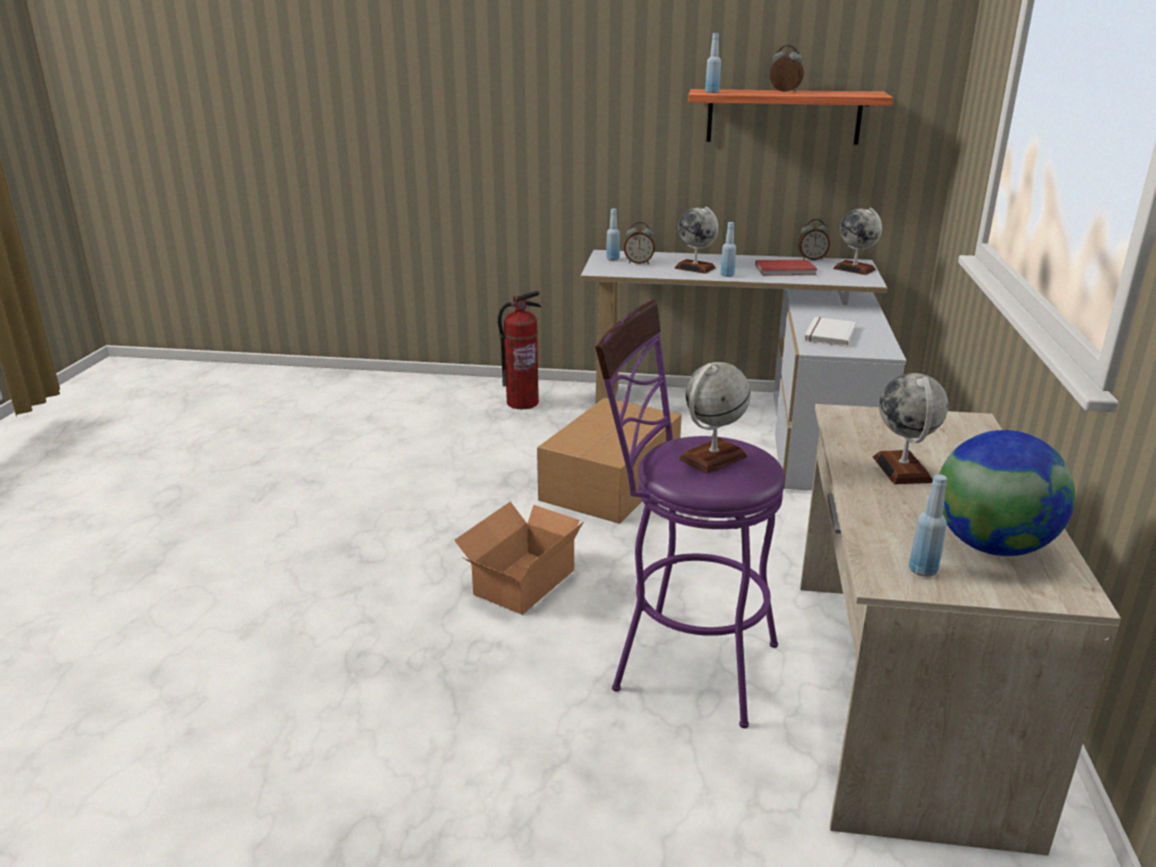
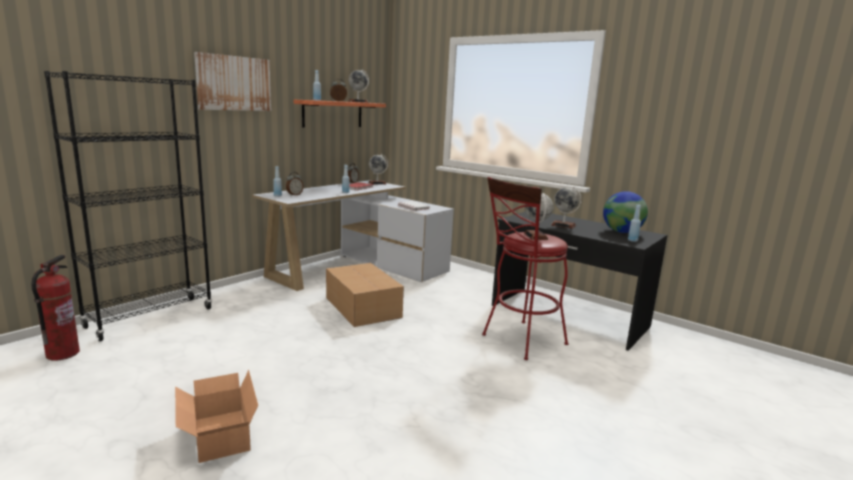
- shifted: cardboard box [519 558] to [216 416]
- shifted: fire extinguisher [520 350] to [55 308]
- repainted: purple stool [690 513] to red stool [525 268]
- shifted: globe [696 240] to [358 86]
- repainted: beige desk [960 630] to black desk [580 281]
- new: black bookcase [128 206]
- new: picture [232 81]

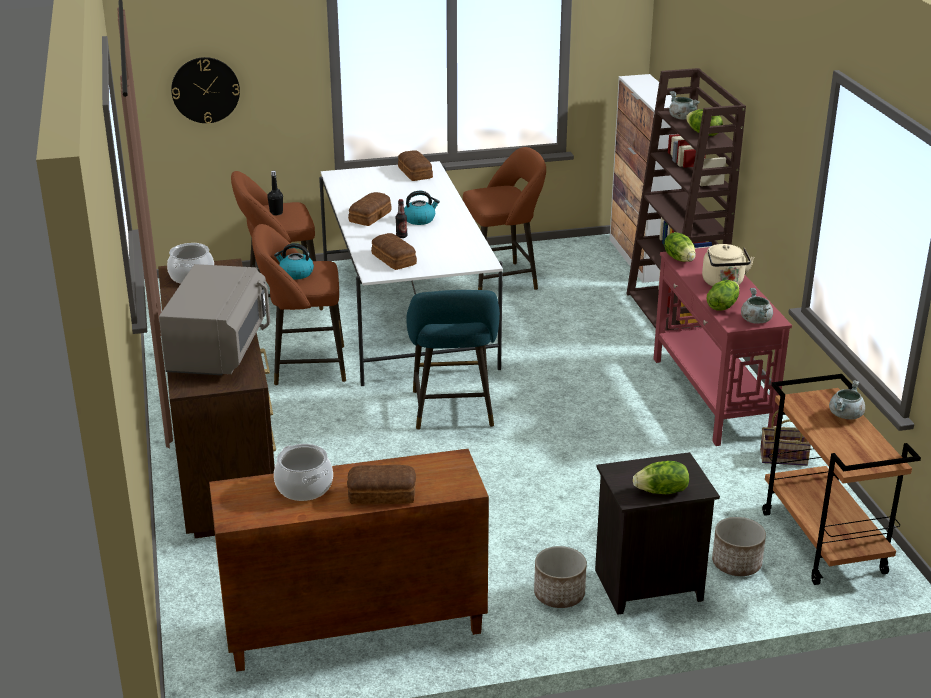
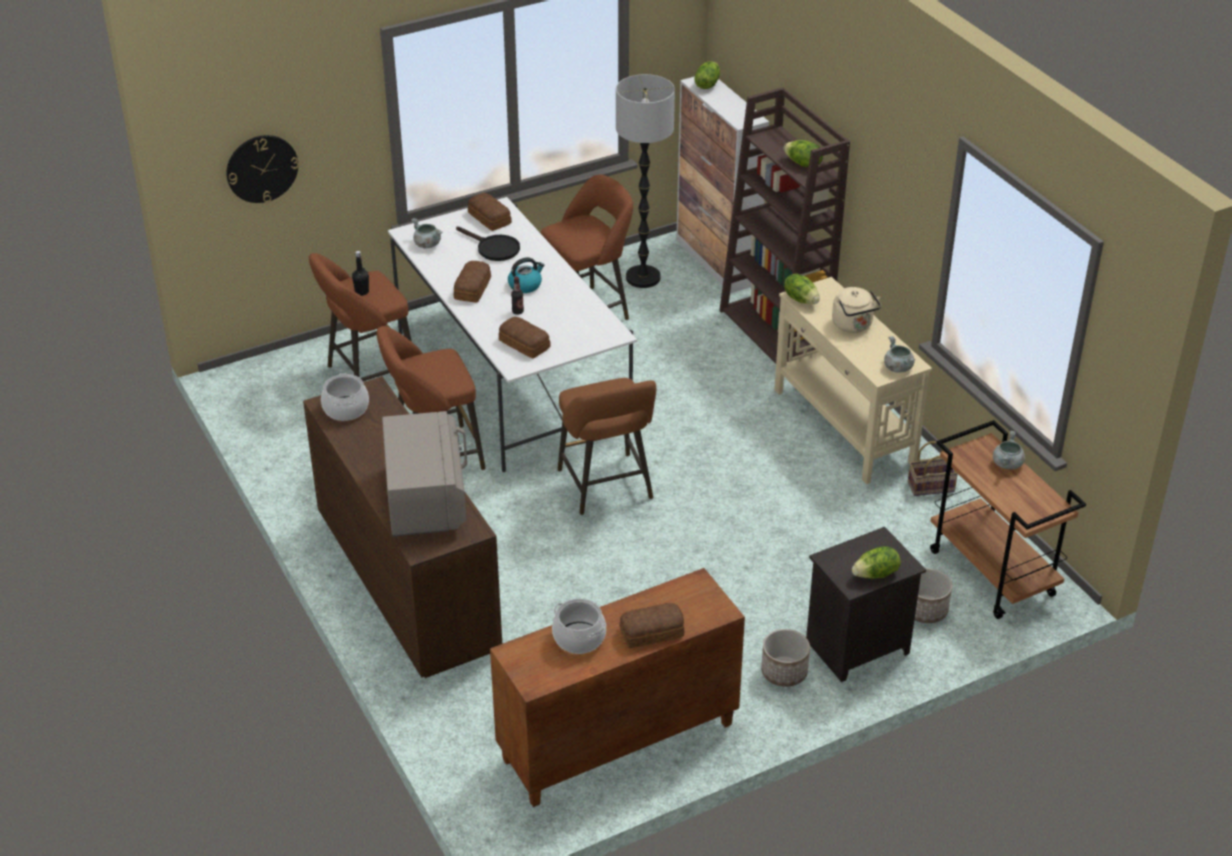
- gone: kettle [294 261]
- repainted: turquoise stool [453 360] to brown stool [607 446]
- repainted: red console table [722 346] to beige console table [853 380]
- shifted: grey cooking pot [684 105] to [427 233]
- shifted: lettuce [722 295] to [707 75]
- new: black frying pan [488 244]
- new: floor lamp [645 181]

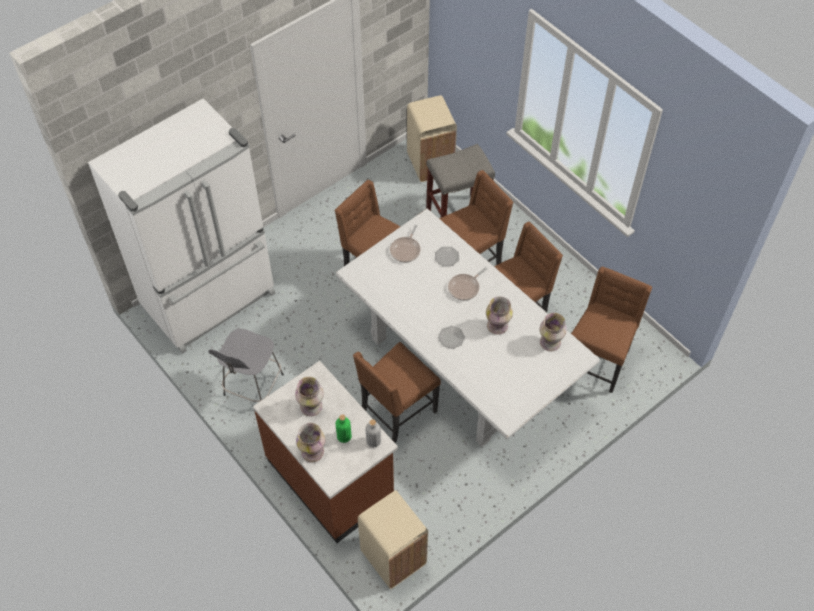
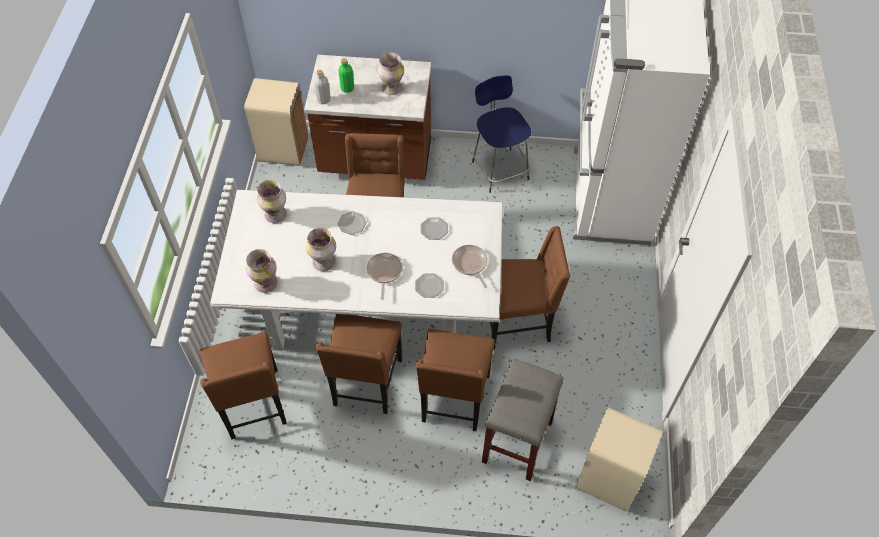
- repainted: grey stool [246 365] to blue stool [502 134]
- shifted: vase [310 442] to [272 201]
- new: plate [434 228]

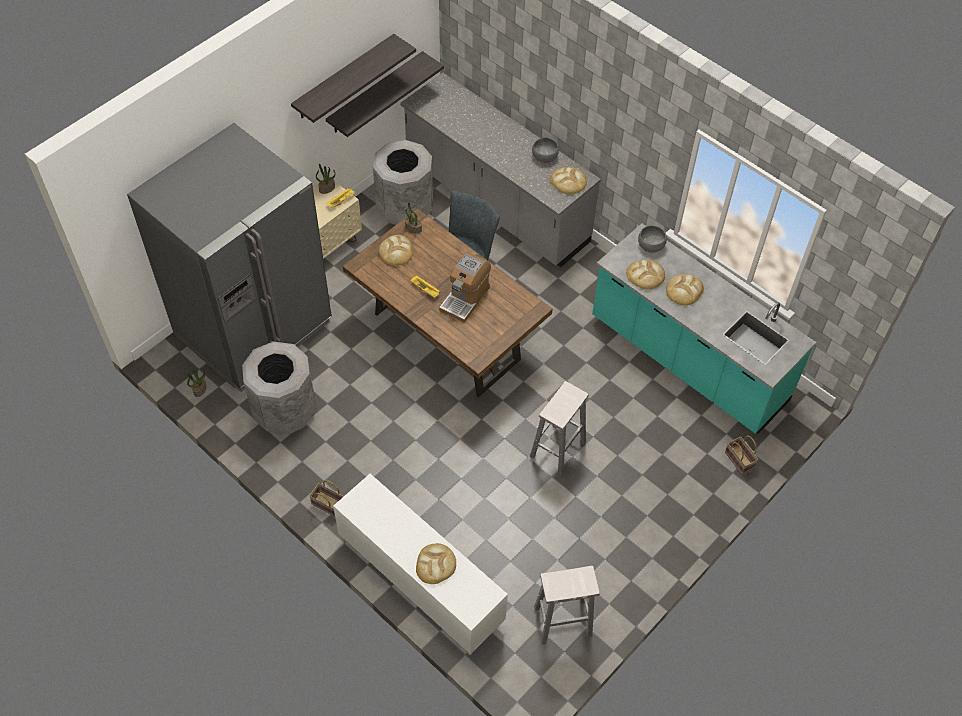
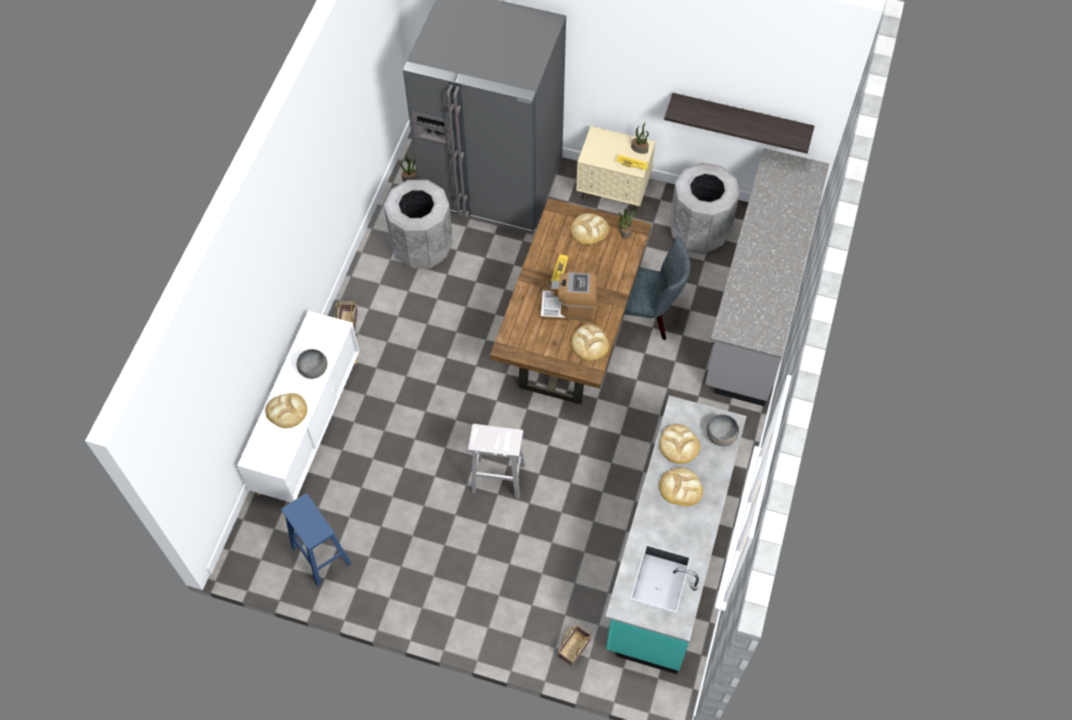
- gone: shelf [353 78]
- shifted: grey bowl [545 150] to [312 364]
- repainted: white stool [567 605] to blue stool [316 539]
- shifted: bread [568 180] to [590 342]

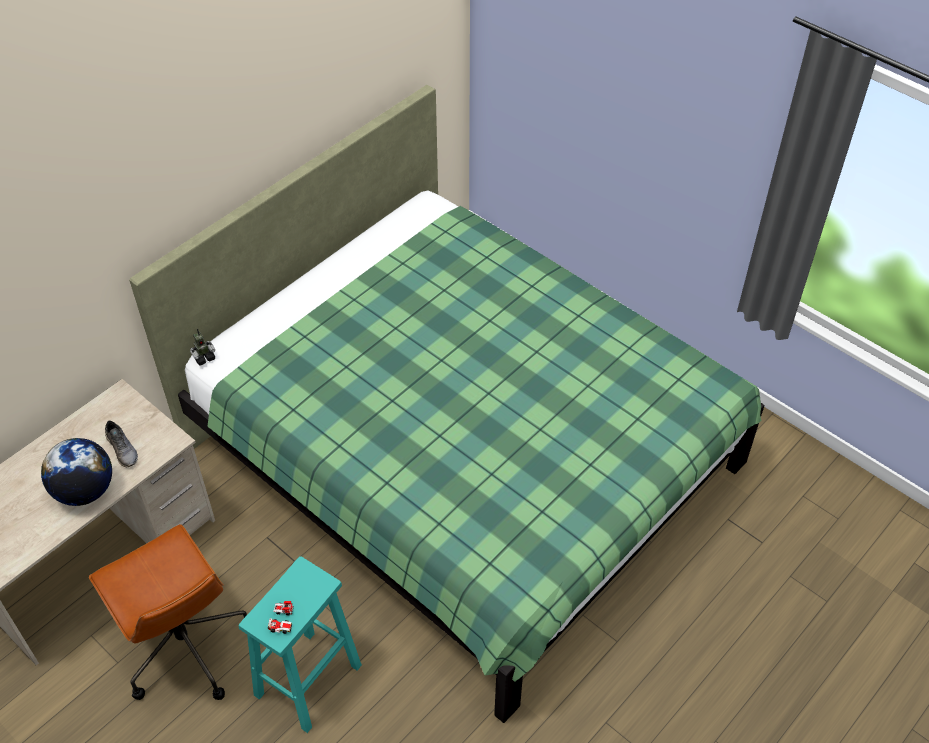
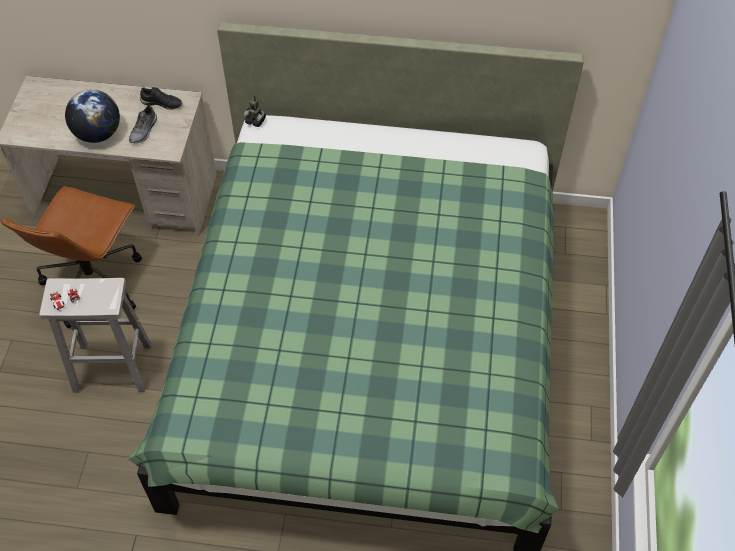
- repainted: turquoise stool [300 644] to white stool [95 335]
- new: black shoe [161 98]

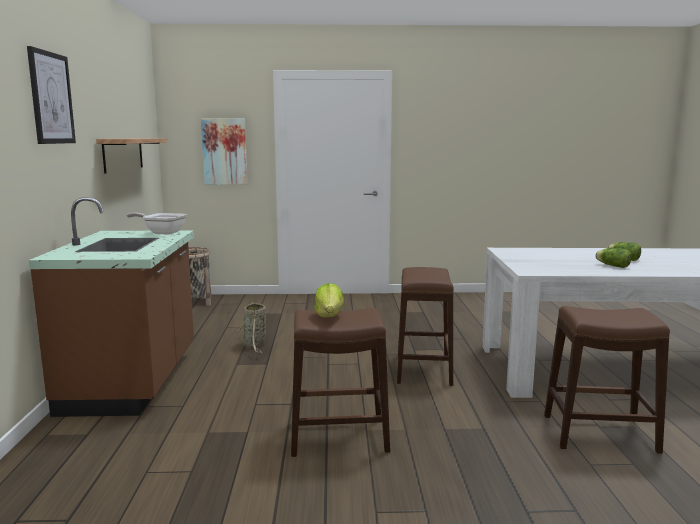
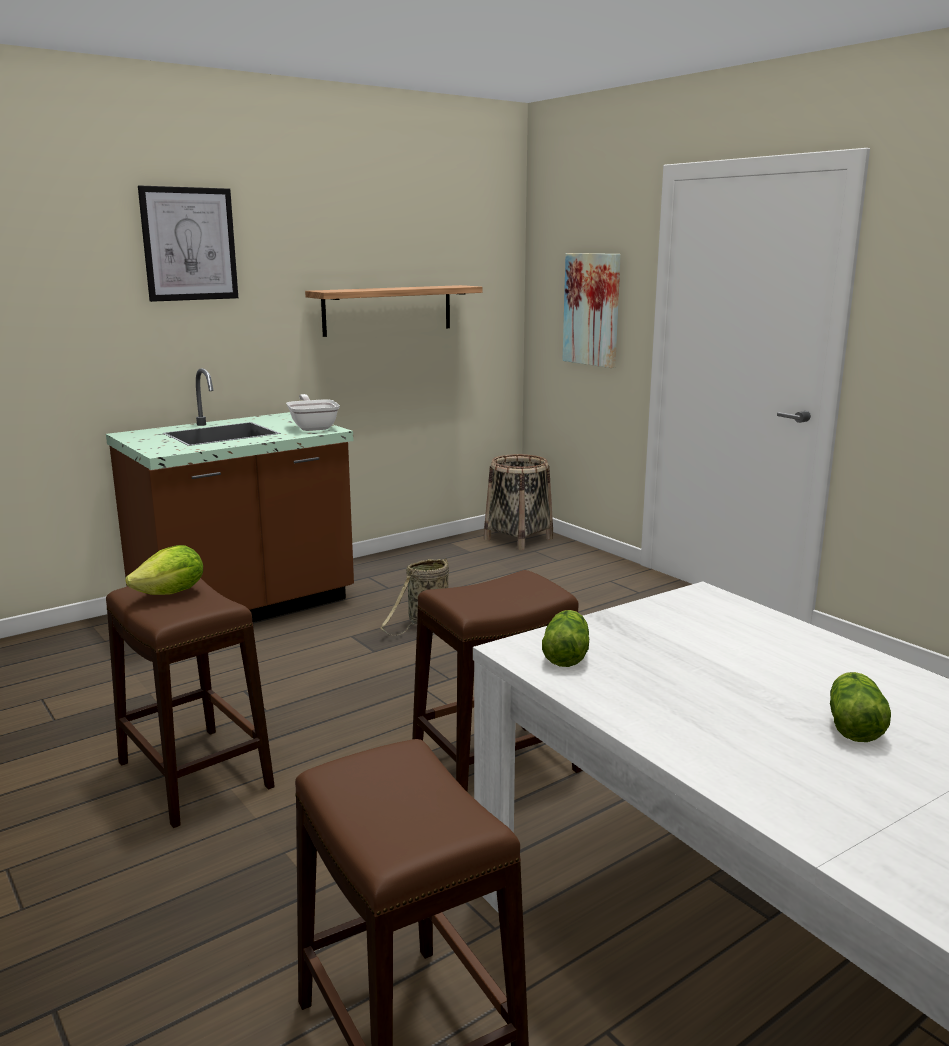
- shifted: lettuce [613 258] to [565 638]

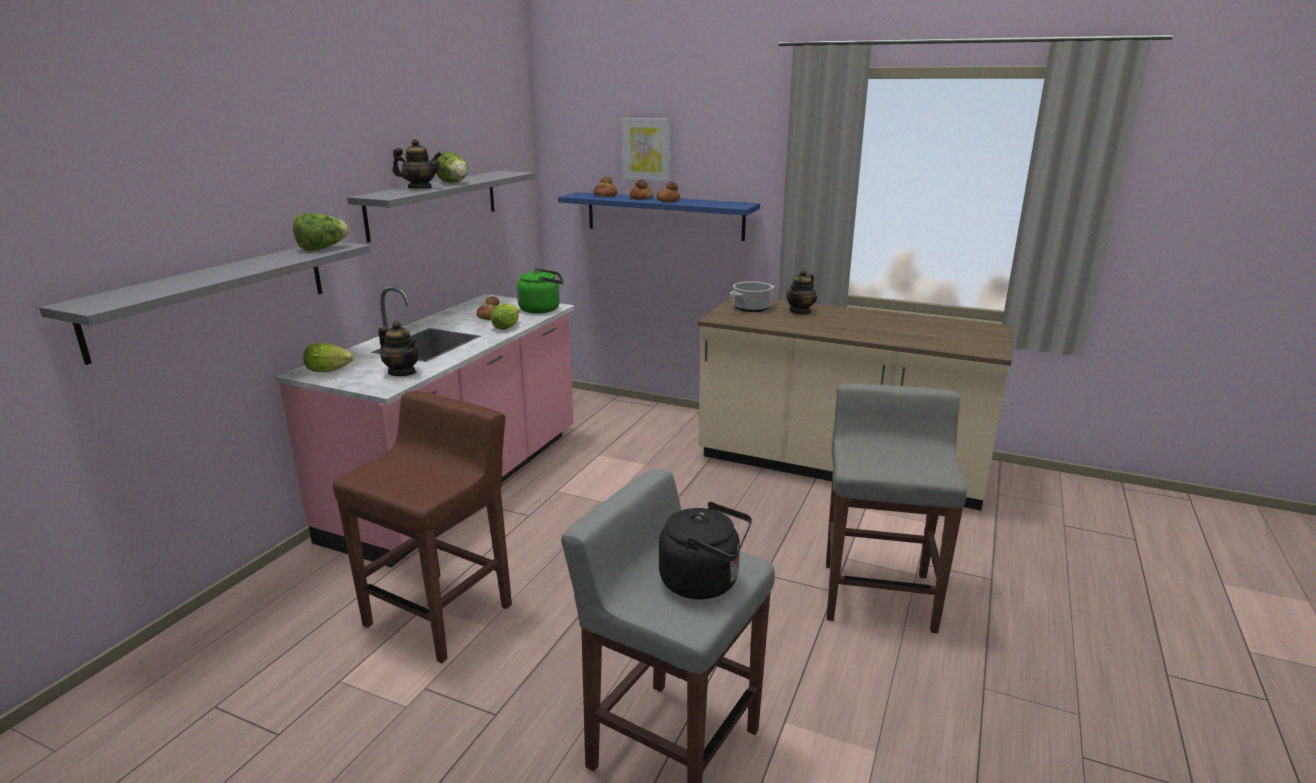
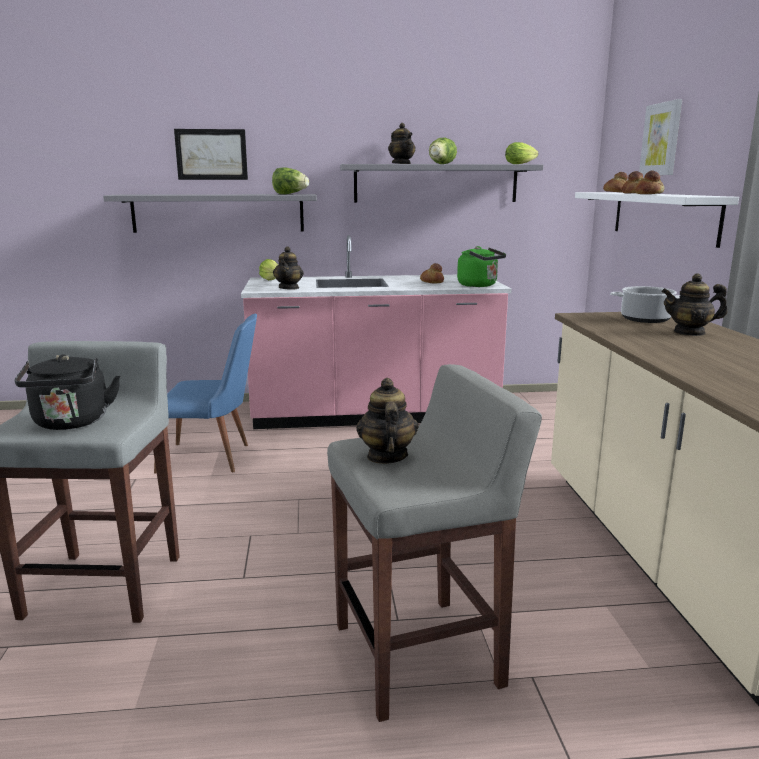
- swapped: brown stool [422 527] to blue chair [205 393]
- shifted: lettuce [504 317] to [521 153]
- repainted: blue shelf [659 216] to white shelf [657 220]
- new: picture [211 154]
- new: teapot [387 421]

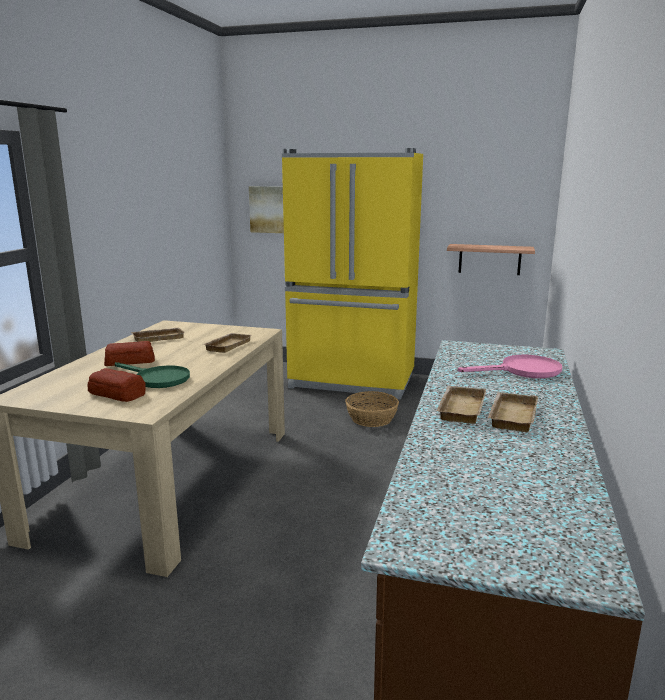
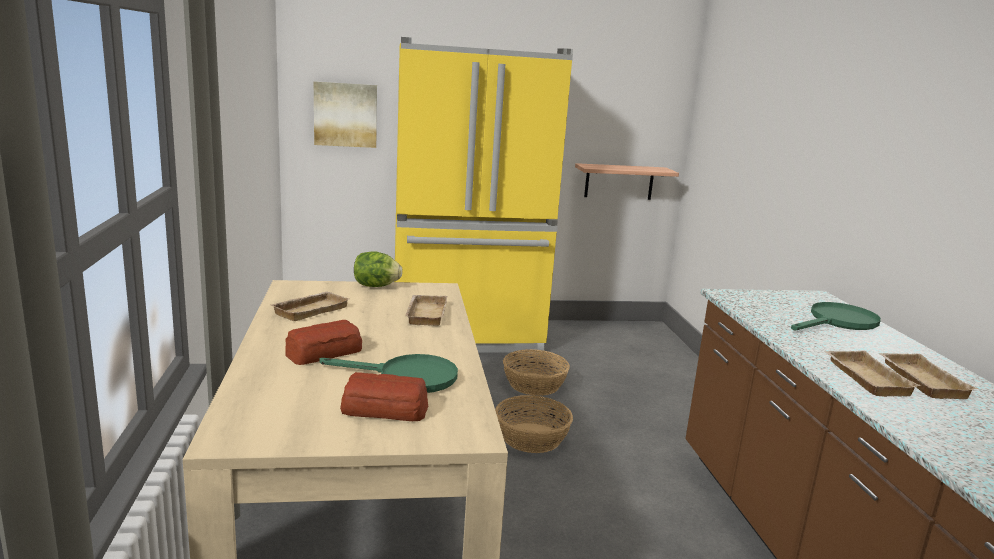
- repainted: pink frying pan [510 366] to green frying pan [836 316]
- new: lettuce [378 269]
- new: basket [534 424]

